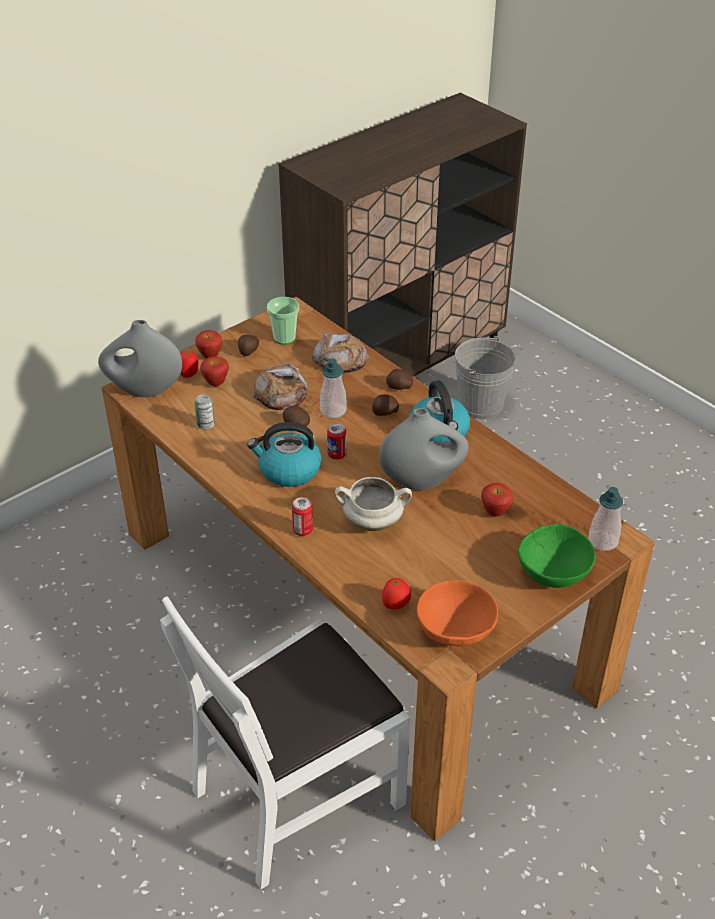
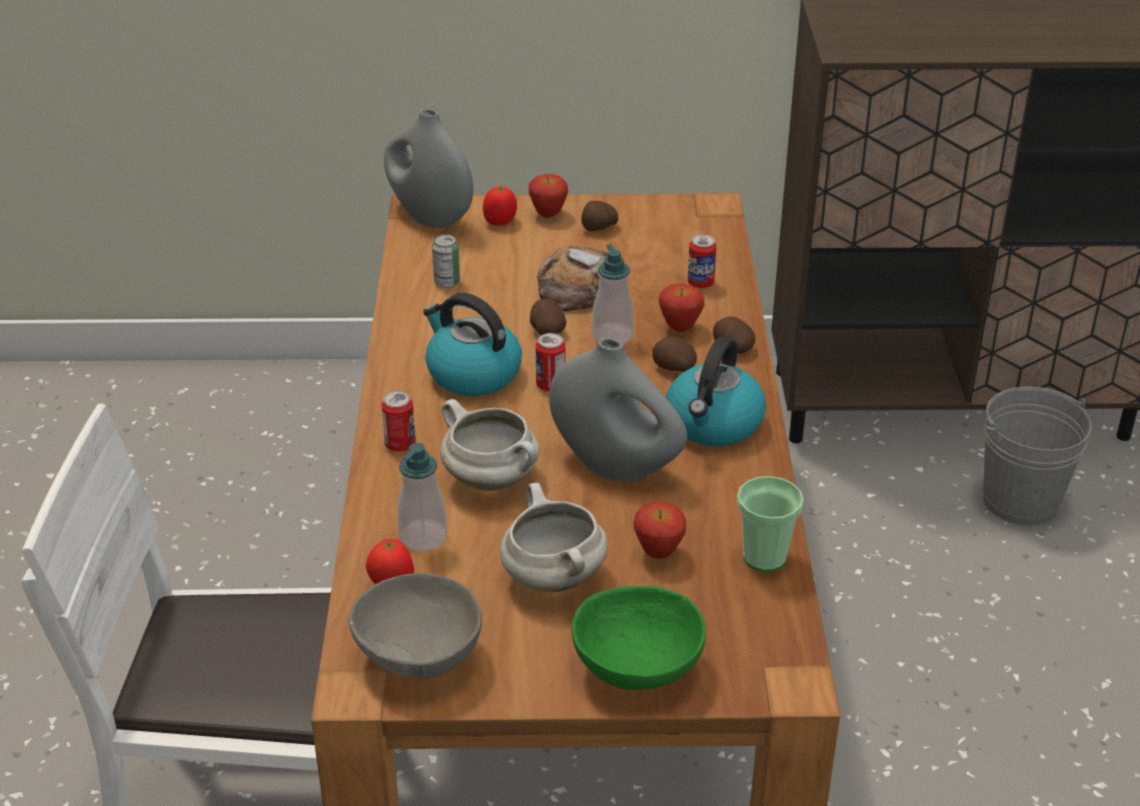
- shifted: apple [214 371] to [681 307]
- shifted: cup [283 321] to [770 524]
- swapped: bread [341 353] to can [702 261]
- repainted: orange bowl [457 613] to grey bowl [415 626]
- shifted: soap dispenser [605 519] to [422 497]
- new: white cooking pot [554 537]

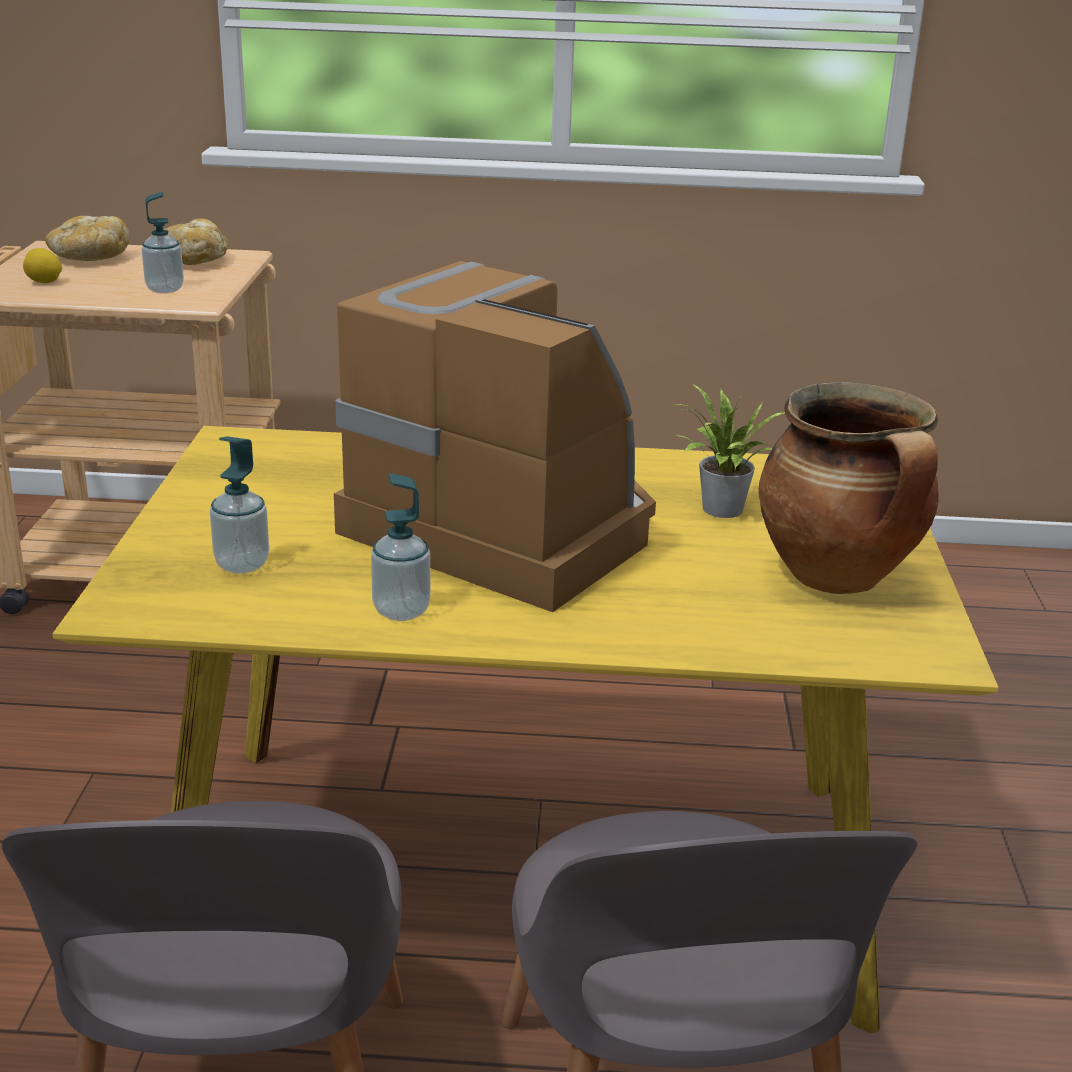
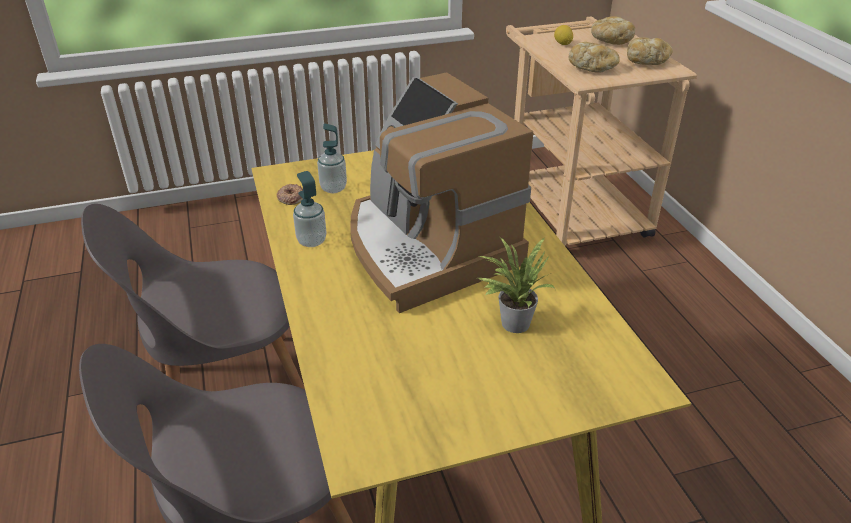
- swapped: soap dispenser [162 242] to bread [594 57]
- rotated: coffee machine [495 436] = [441 192] 135 degrees clockwise
- gone: cooking pot [848 488]
- new: donut [290 194]

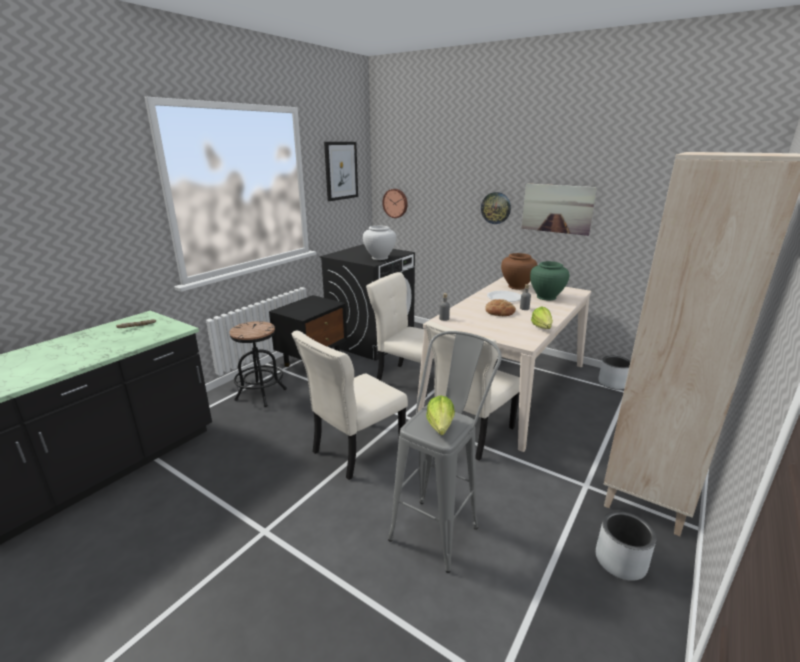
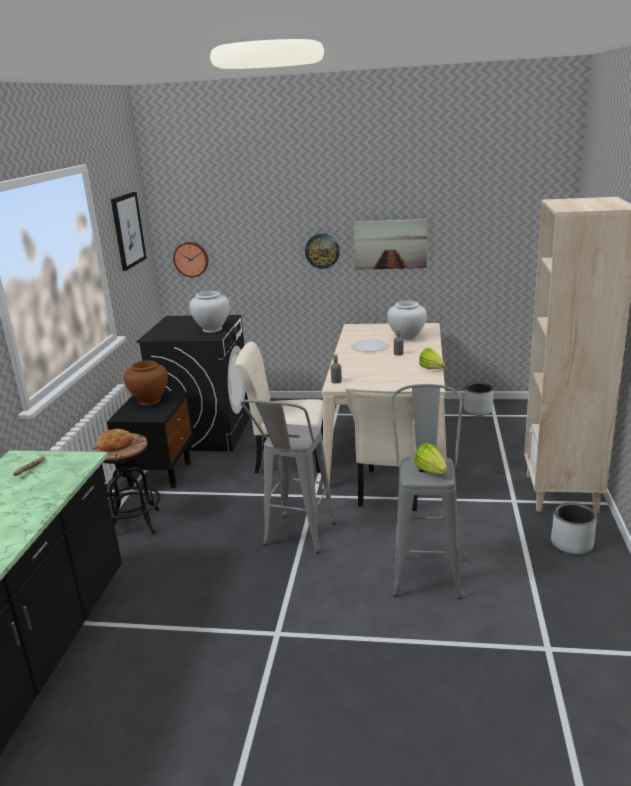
- swapped: beige chair [350 405] to grey stool [288 477]
- shifted: bread [500 307] to [115 440]
- shifted: brown vase [519 271] to [146 383]
- repainted: green vase [550 280] to white vase [407 321]

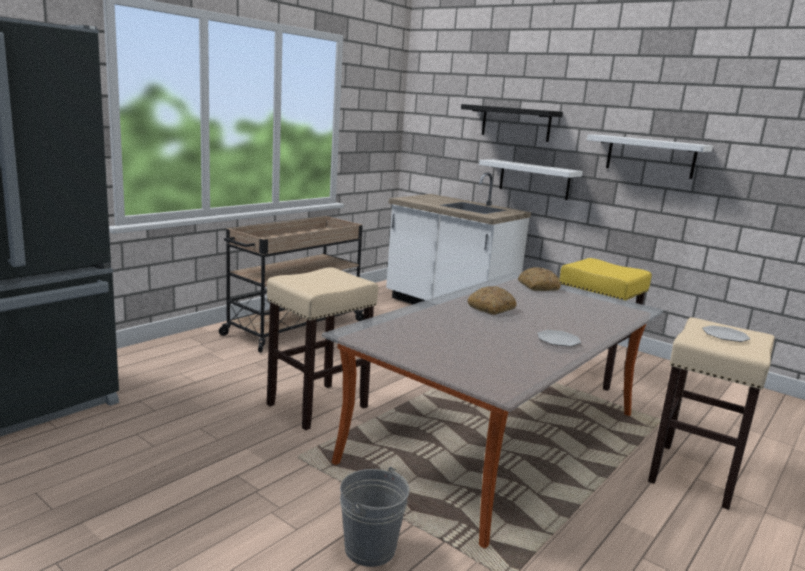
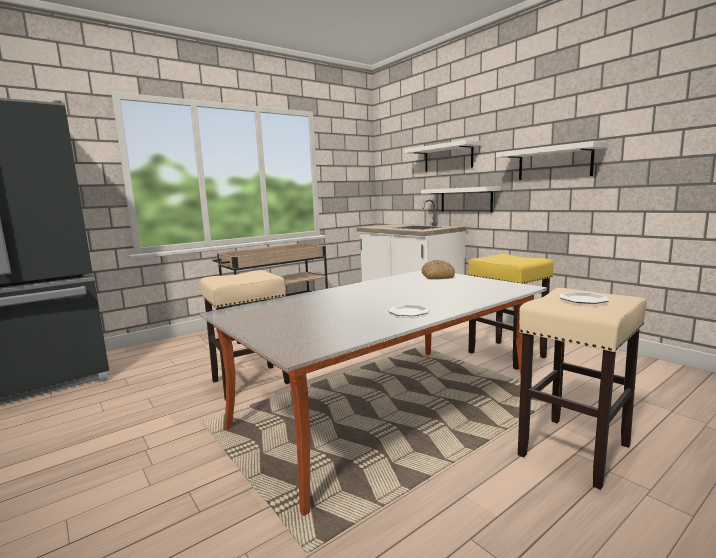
- gone: grey bucket [375 517]
- repainted: black shelf [512 123] to white shelf [443 156]
- gone: bread [491 300]

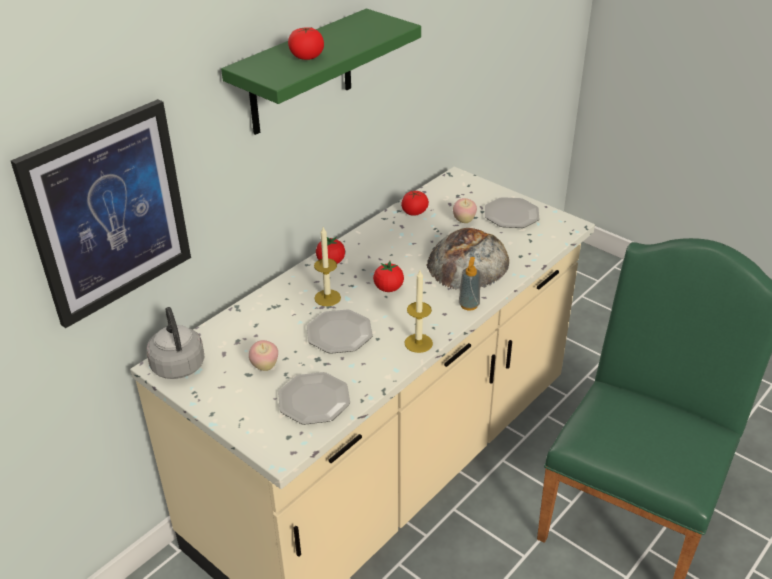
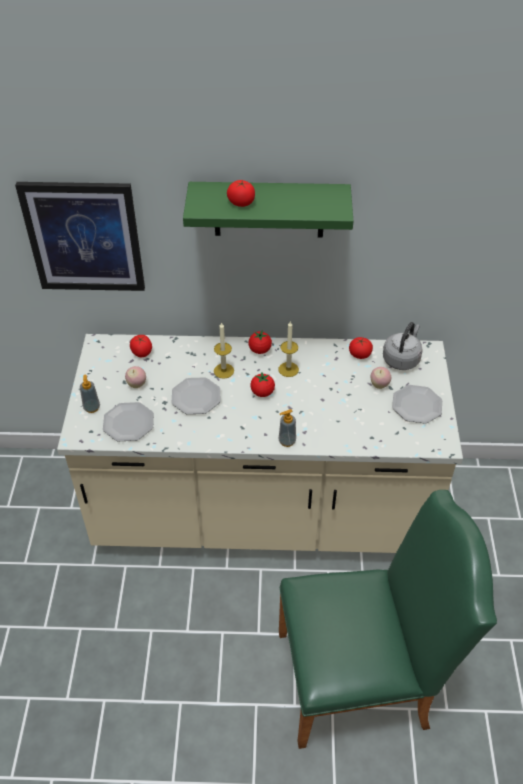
- shifted: grey kettle [176 343] to [403 346]
- shifted: candle [419 311] to [289 349]
- gone: bread [467 259]
- new: soap dispenser [90 393]
- new: tomato [141 346]

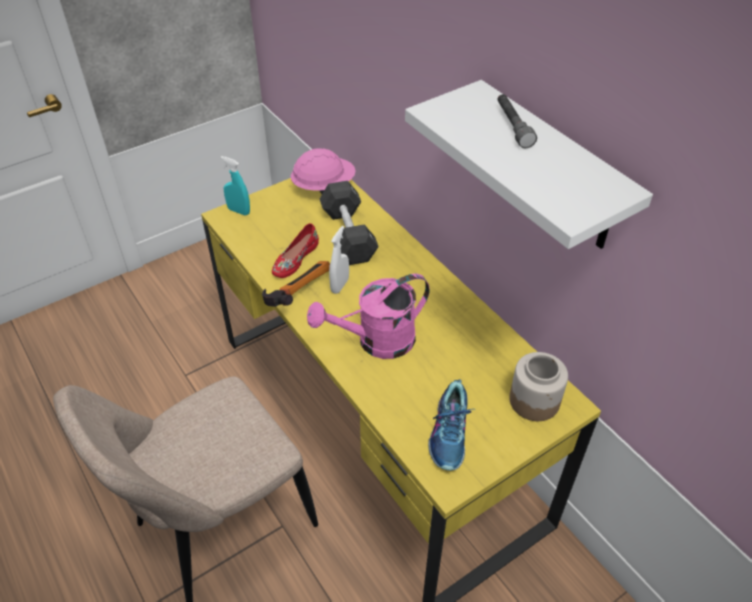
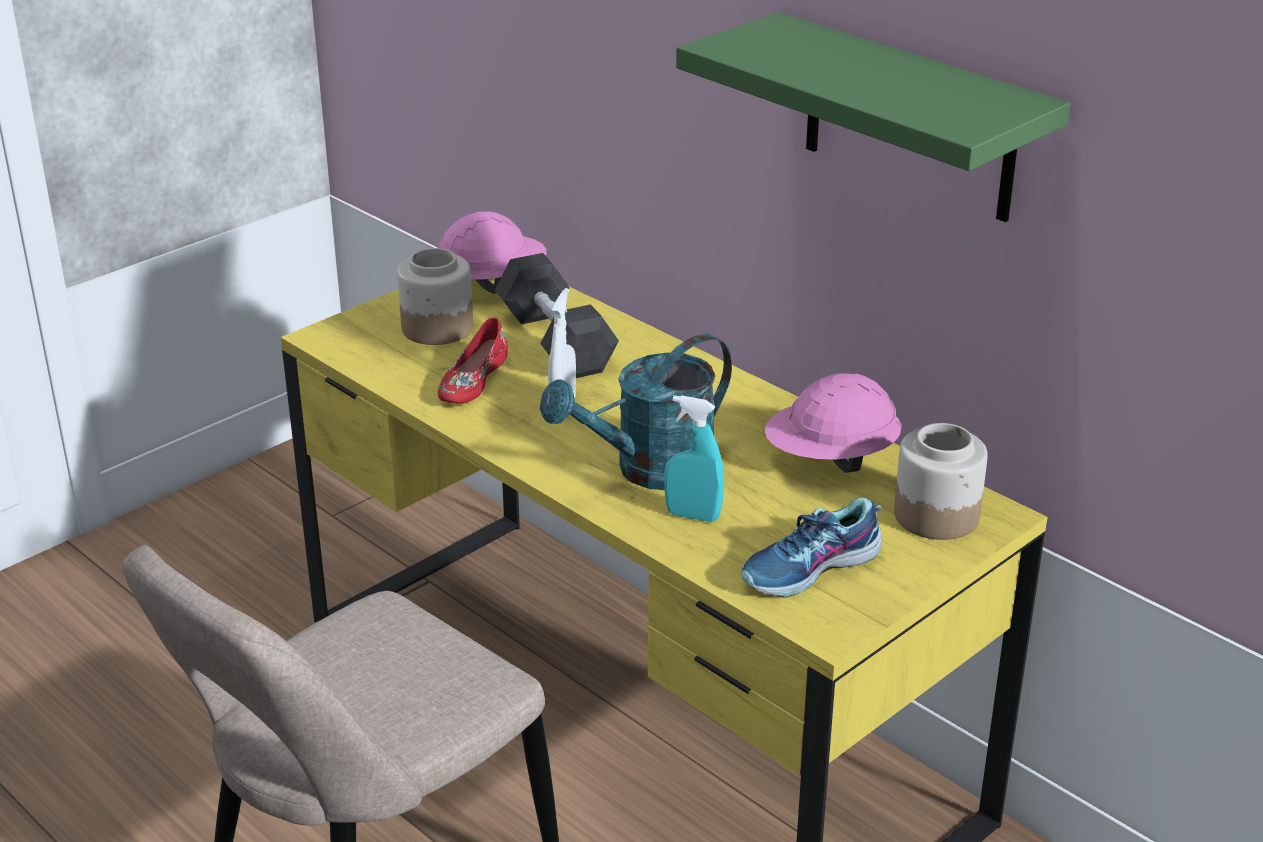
- shifted: turquoise spray bottle [235 185] to [694 458]
- gone: hammer [296 284]
- repainted: pink watering can [368 316] to turquoise watering can [636 412]
- repainted: white shelf [529 164] to green shelf [873 117]
- rotated: shoe [451 425] = [811 547] 60 degrees clockwise
- gone: grey flashlight [517 121]
- new: jar [435 296]
- new: pink hard hat [833 423]

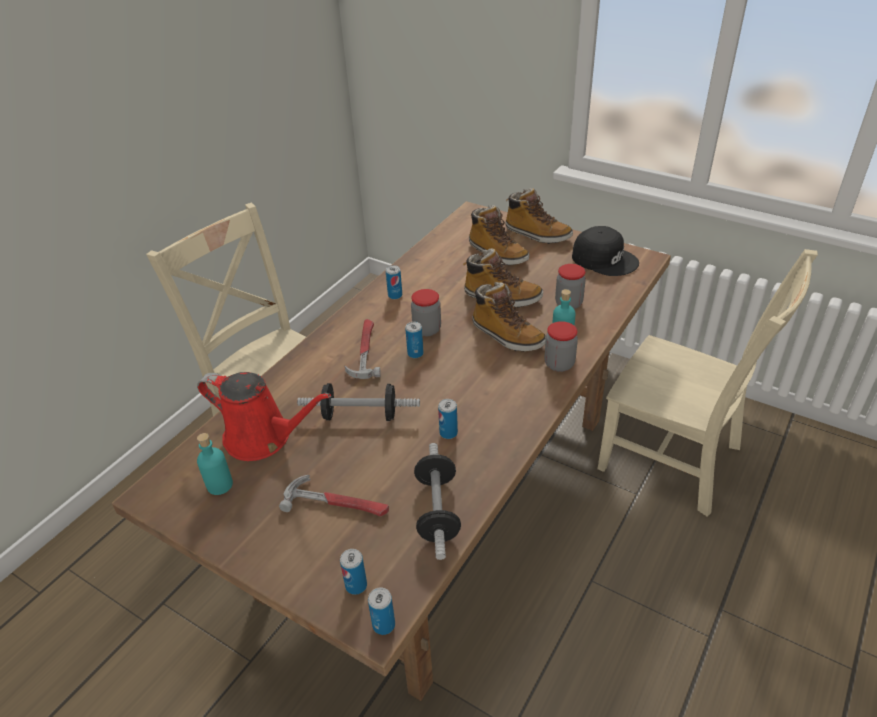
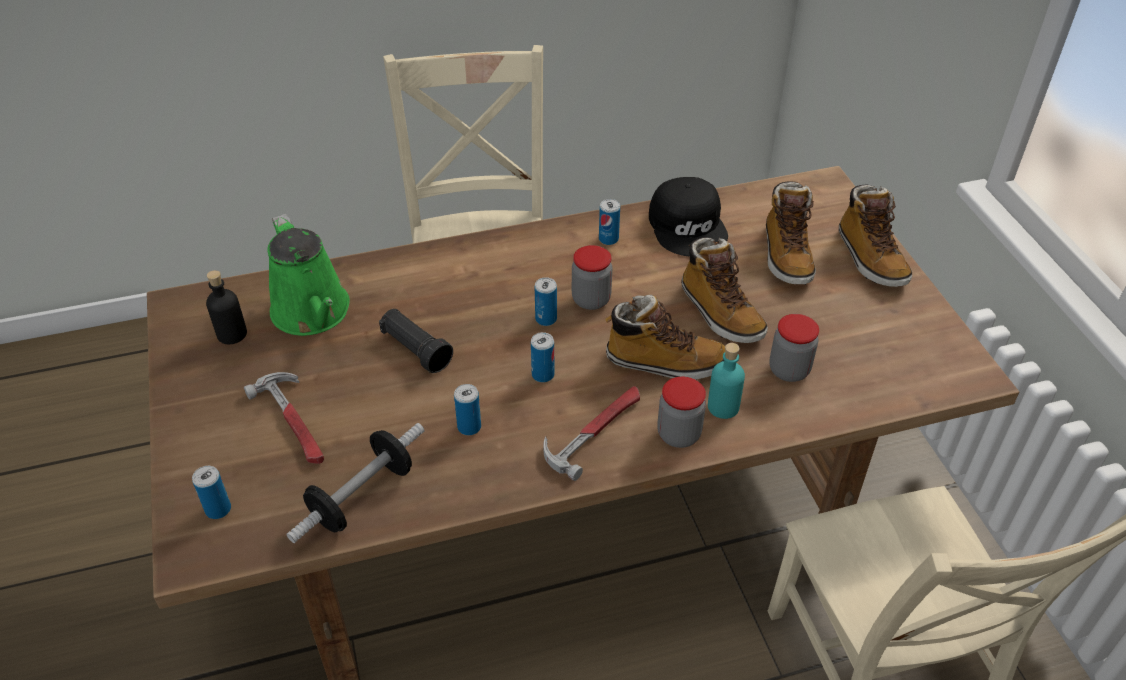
- repainted: red watering can [264 416] to green watering can [308 275]
- repainted: turquoise bottle [215 464] to black bottle [226 307]
- swapped: dumbbell [358 402] to black flashlight [416 341]
- shifted: hammer [362 349] to [591 433]
- shifted: can [381 611] to [543 357]
- rotated: boot [509 317] = [665 337] 75 degrees counterclockwise
- shifted: black cap [605 251] to [688 216]

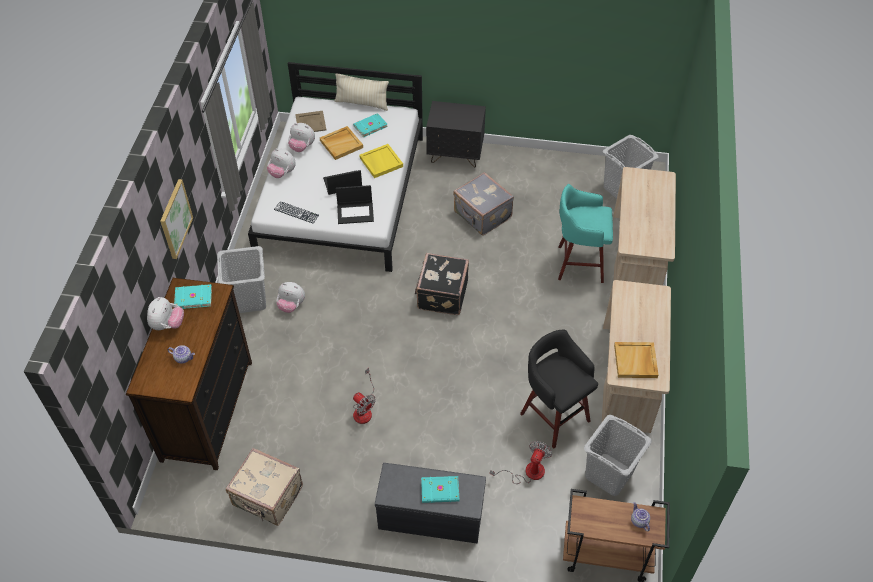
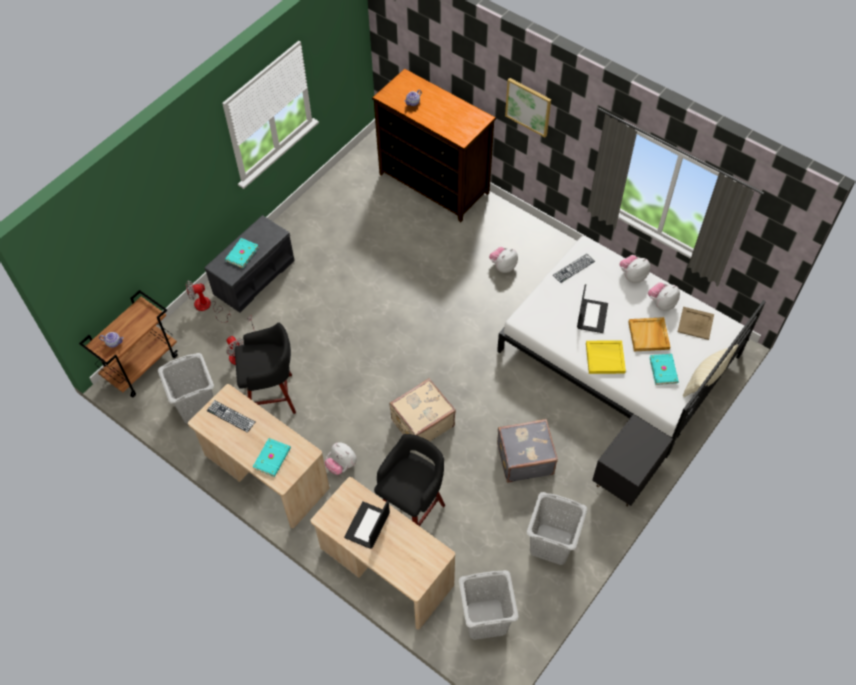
- shifted: plush toy [165 313] to [341 458]
- shifted: turquoise book [193 296] to [272 457]
- shifted: grey laundry basket [241 279] to [557 528]
- shifted: beige suitcase [264 487] to [422 409]
- shifted: laptop [355 204] to [367 524]
- shifted: fan [364 396] to [208 301]
- gone: black suitcase [442 284]
- repainted: turquoise stool [585 233] to black stool [409 480]
- swapped: beige tray [636 360] to keyboard [231 416]

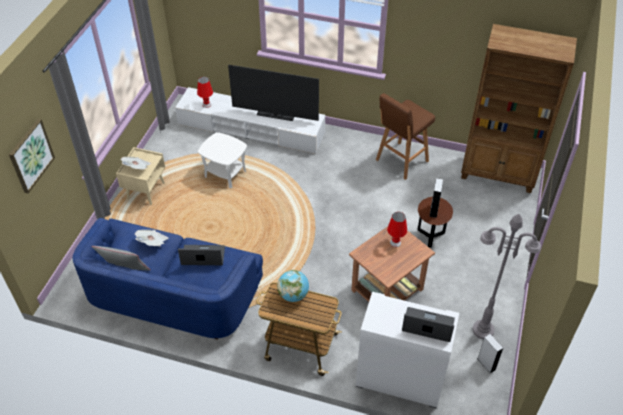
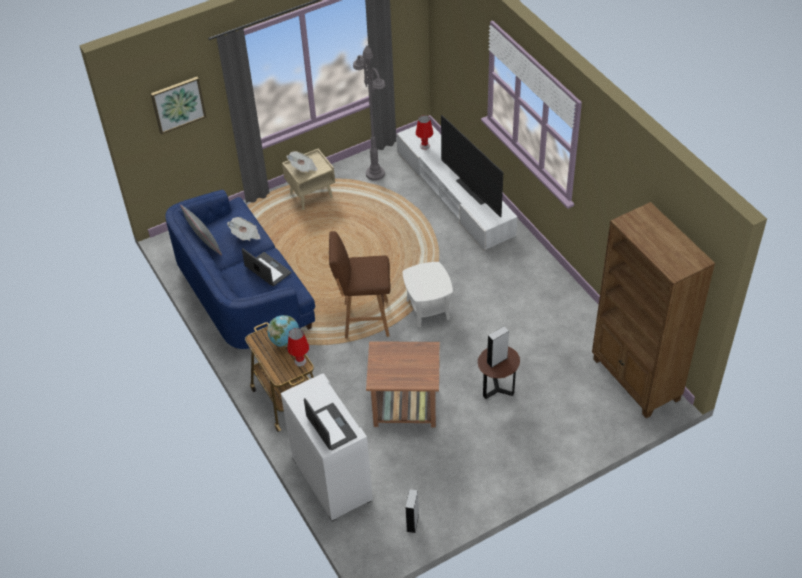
- shifted: white side table [222 160] to [428 295]
- shifted: brown stool [405 136] to [360 284]
- shifted: red table lamp [397 229] to [298 347]
- shifted: grey floor lamp [507 276] to [369 113]

